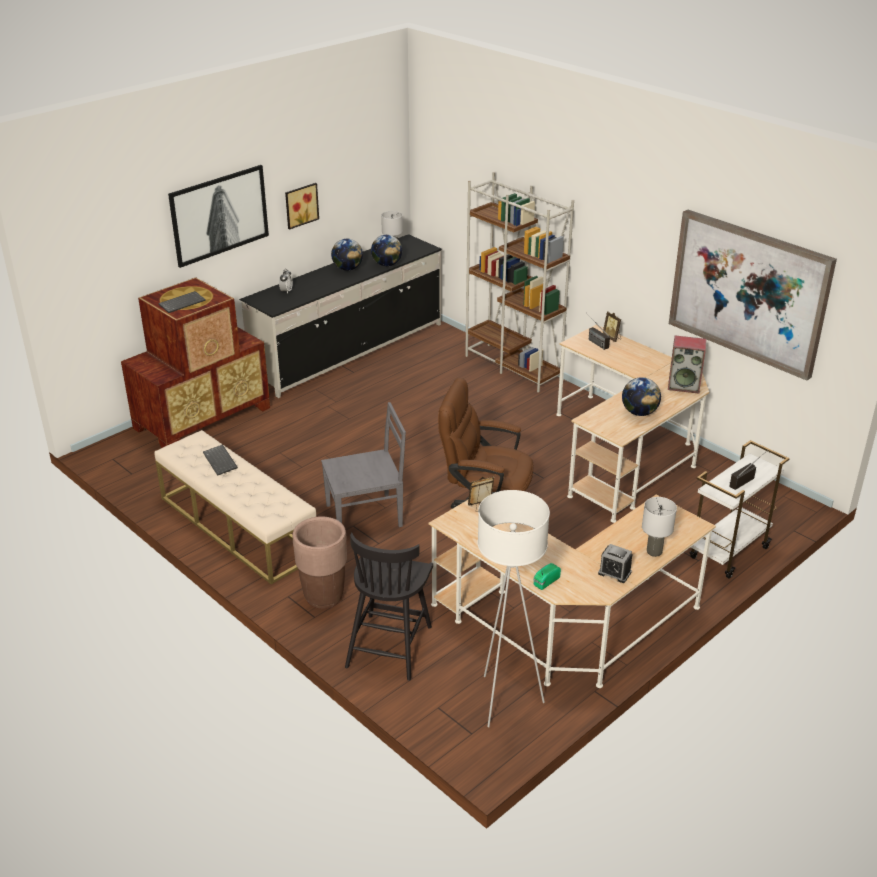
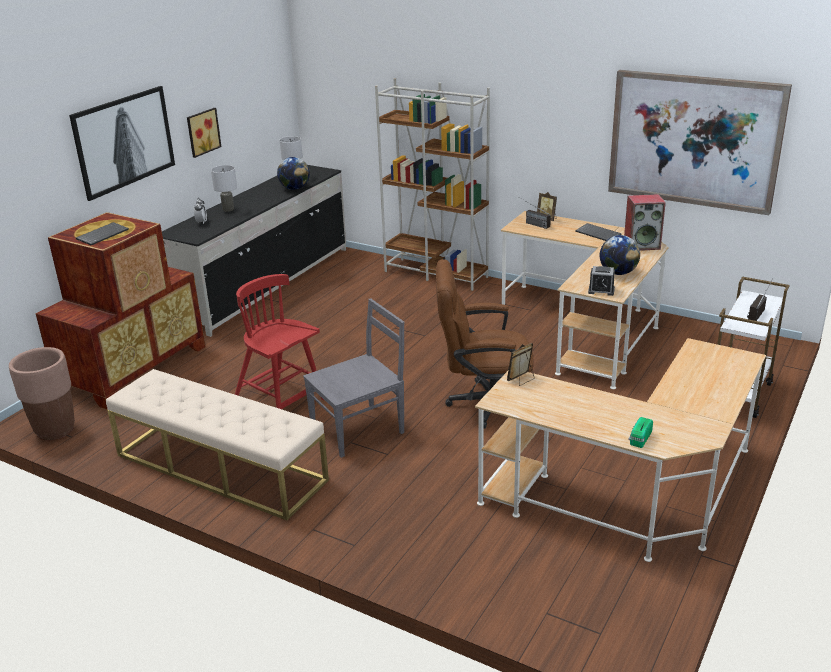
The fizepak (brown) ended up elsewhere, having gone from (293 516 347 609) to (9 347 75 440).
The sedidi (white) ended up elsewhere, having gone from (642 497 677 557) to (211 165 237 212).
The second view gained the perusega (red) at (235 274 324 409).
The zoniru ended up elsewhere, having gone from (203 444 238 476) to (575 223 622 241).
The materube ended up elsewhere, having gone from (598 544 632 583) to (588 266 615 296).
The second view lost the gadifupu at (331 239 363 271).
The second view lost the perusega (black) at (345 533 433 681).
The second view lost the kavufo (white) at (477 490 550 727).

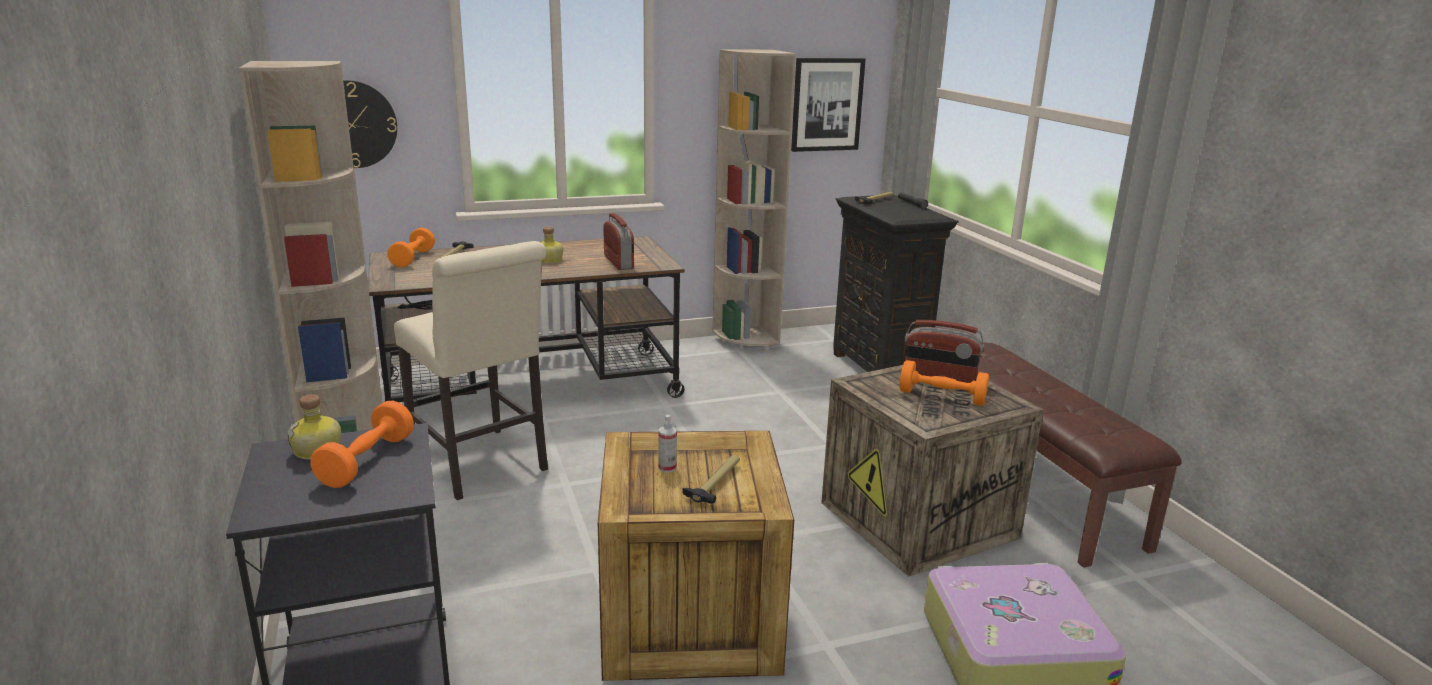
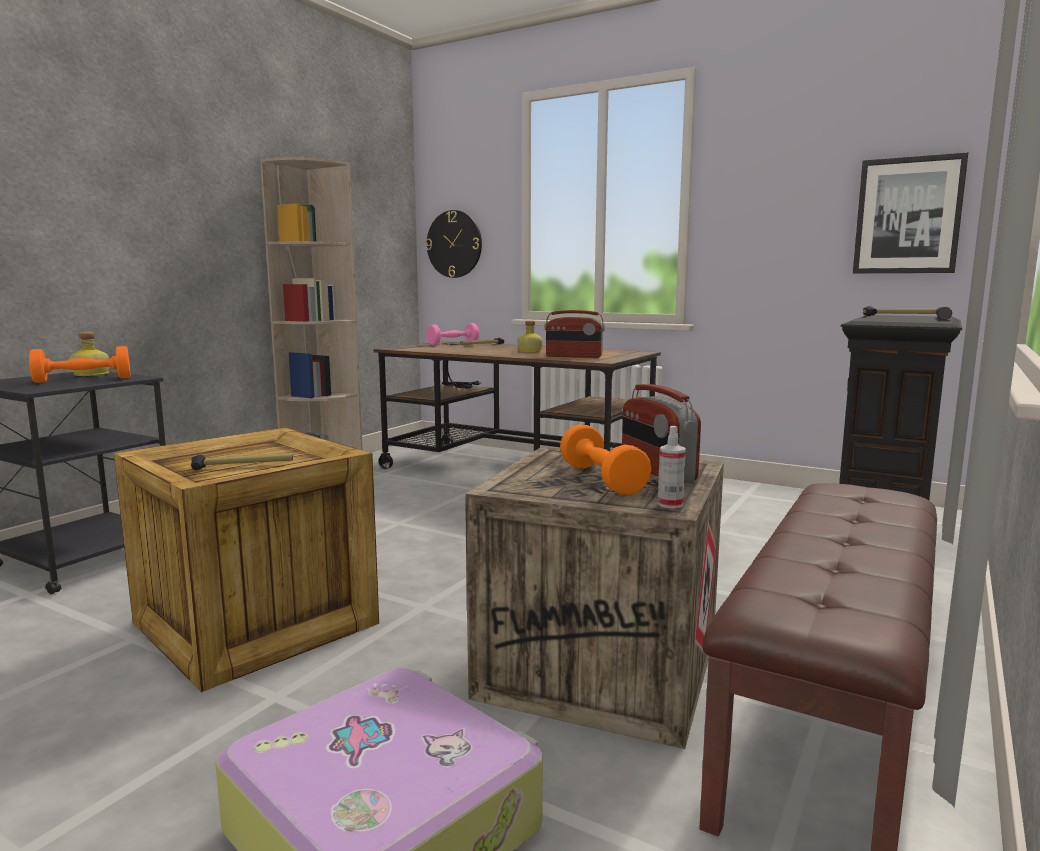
What was the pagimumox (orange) at (387 228 435 267) turned into the pagimumox (pink) at (426 323 479 345).
The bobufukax at (603 213 634 270) ended up facing another way, 75 degrees clockwise from before.
The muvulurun ended up elsewhere, having gone from (658 415 677 472) to (658 426 686 508).
The second view lost the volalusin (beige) at (394 241 548 500).
The second view lost the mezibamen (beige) at (713 49 796 350).

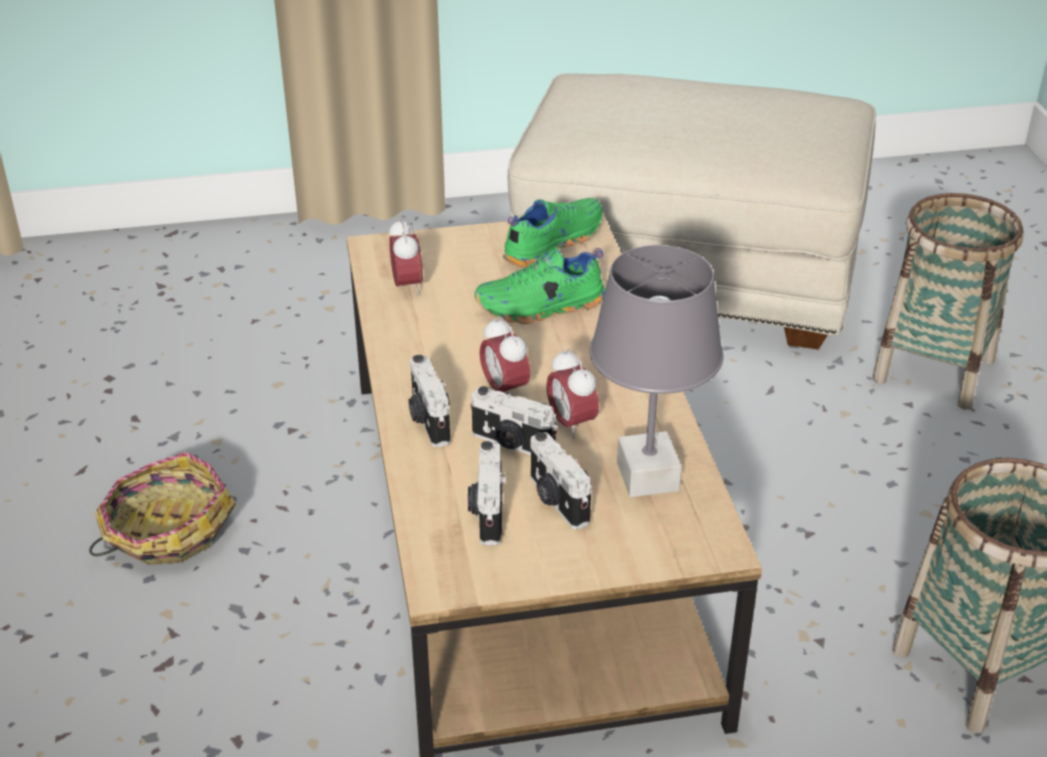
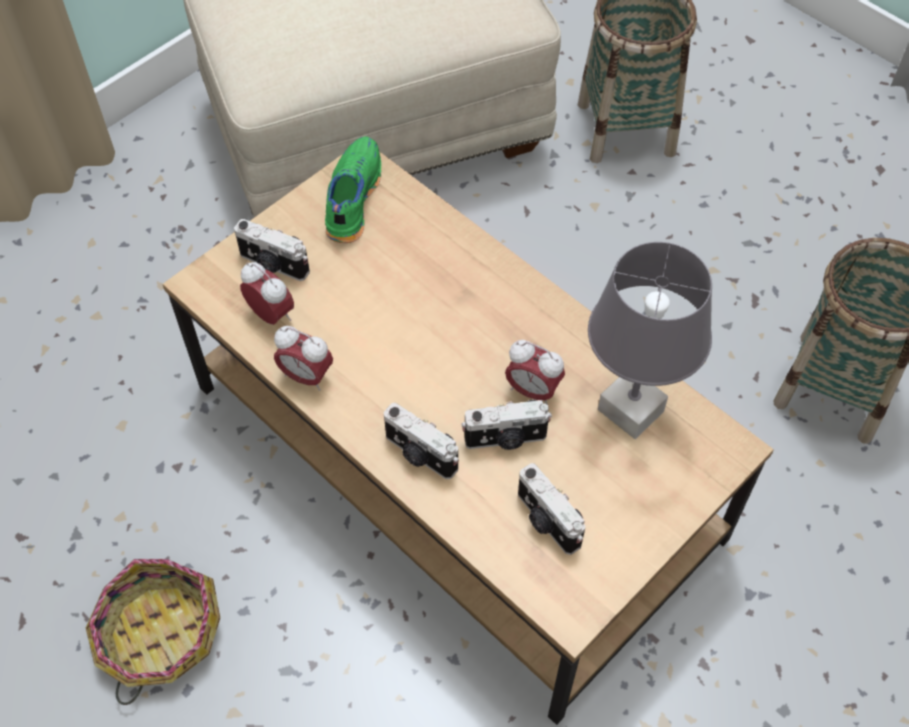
The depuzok ended up elsewhere, having gone from (530 432 591 529) to (234 219 310 281).
The materube ended up elsewhere, having gone from (480 316 530 394) to (274 326 333 391).
The second view lost the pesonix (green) at (475 248 605 324).

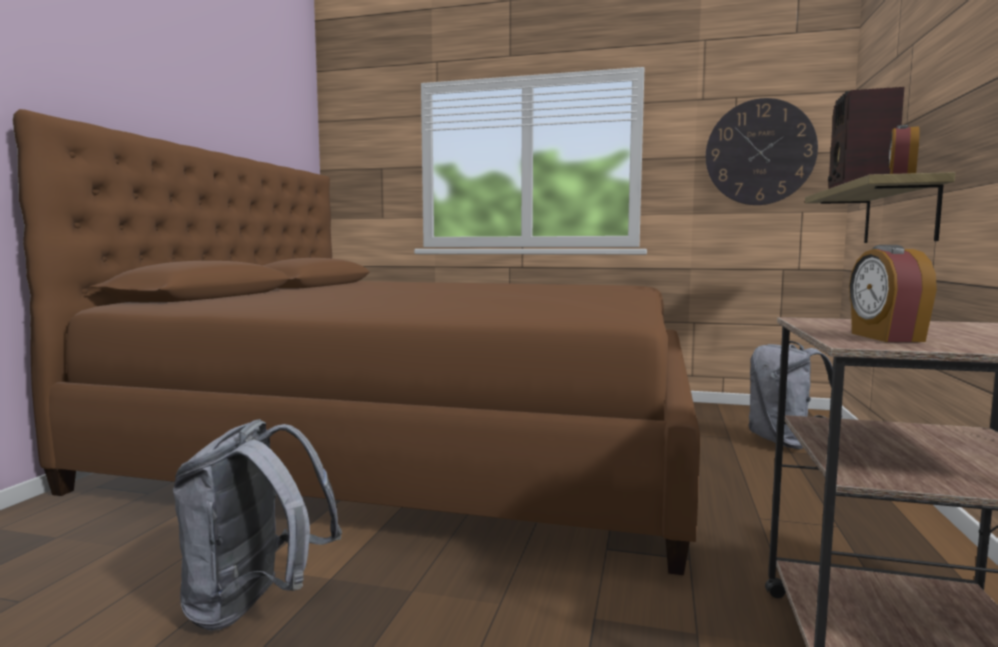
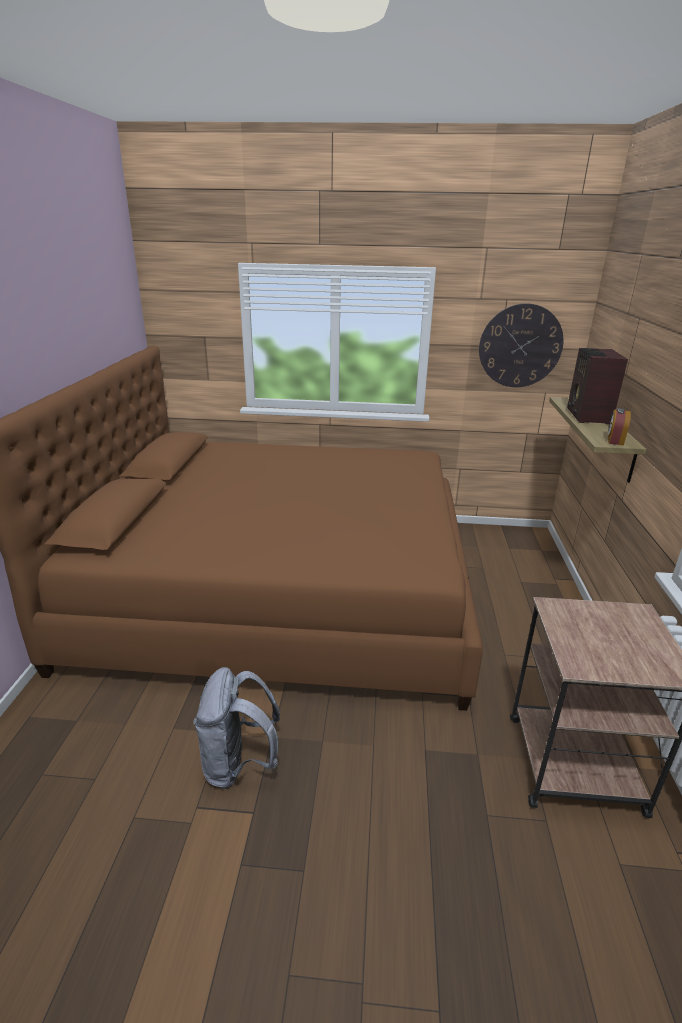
The second view lost the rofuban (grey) at (749 341 842 449).
The second view lost the materube at (849 245 937 342).

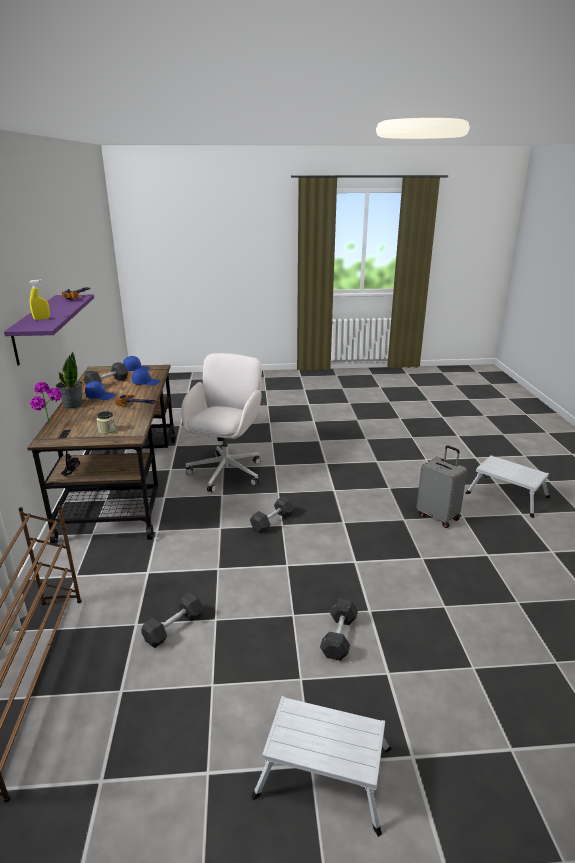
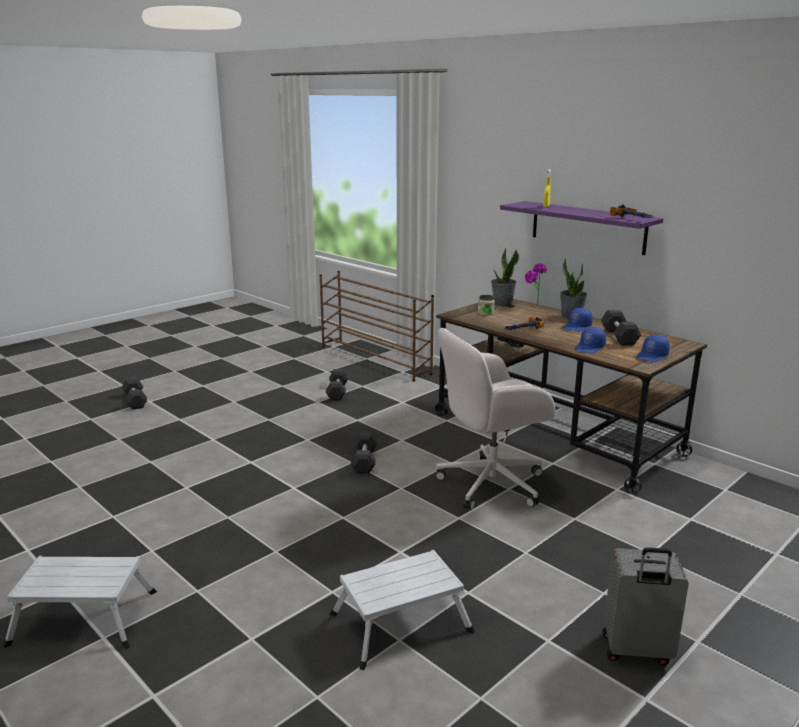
The pagimumox (grey) ended up elsewhere, having gone from (320 598 358 661) to (122 377 147 410).
The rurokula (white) ended up elsewhere, having gone from (251 696 392 837) to (330 550 475 670).
The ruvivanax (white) at (181 353 262 492) ended up facing another way, 90 degrees clockwise from before.
The second view gained the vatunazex at (491 248 519 306).
The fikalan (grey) ended up elsewhere, having gone from (416 445 467 528) to (602 547 689 665).

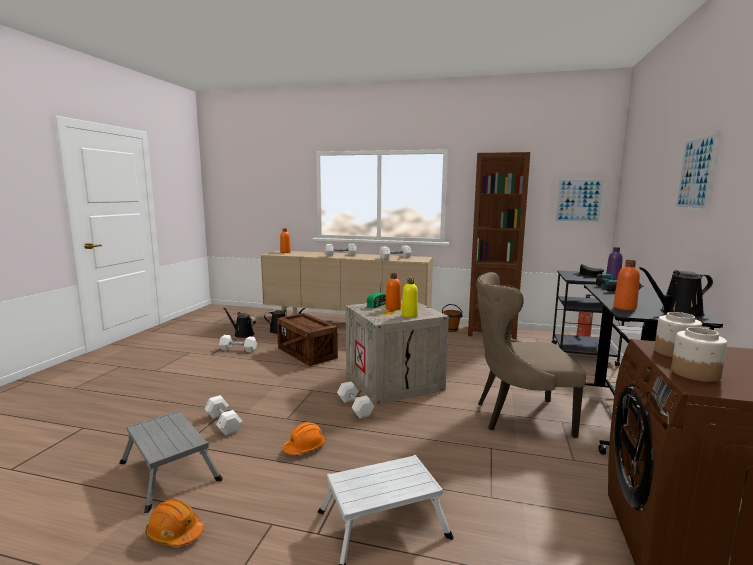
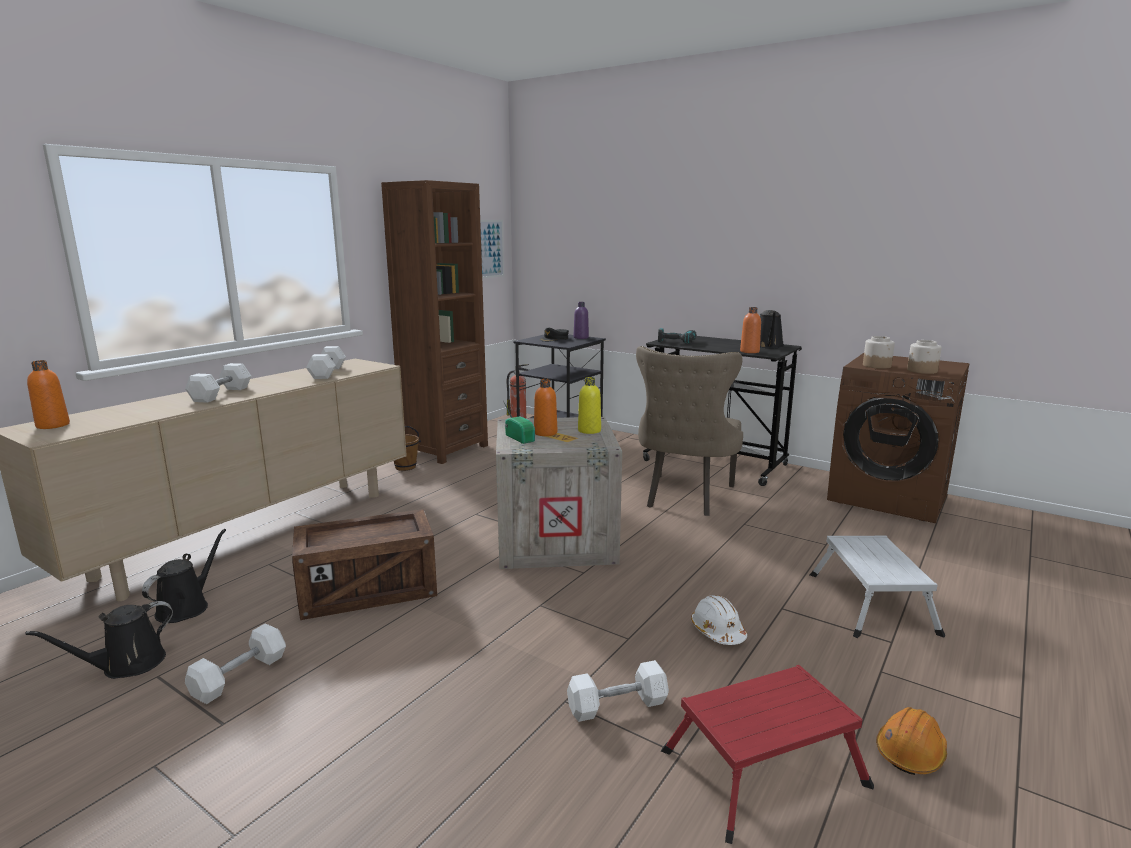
What was the rurokula (grey) at (119 411 223 513) turned into the rurokula (red) at (661 665 874 844).
What was the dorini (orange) at (283 422 326 455) turned into the dorini (white) at (691 595 747 645).
The second view lost the pagimumox (white) at (337 381 375 419).
The second view lost the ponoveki at (675 131 719 211).

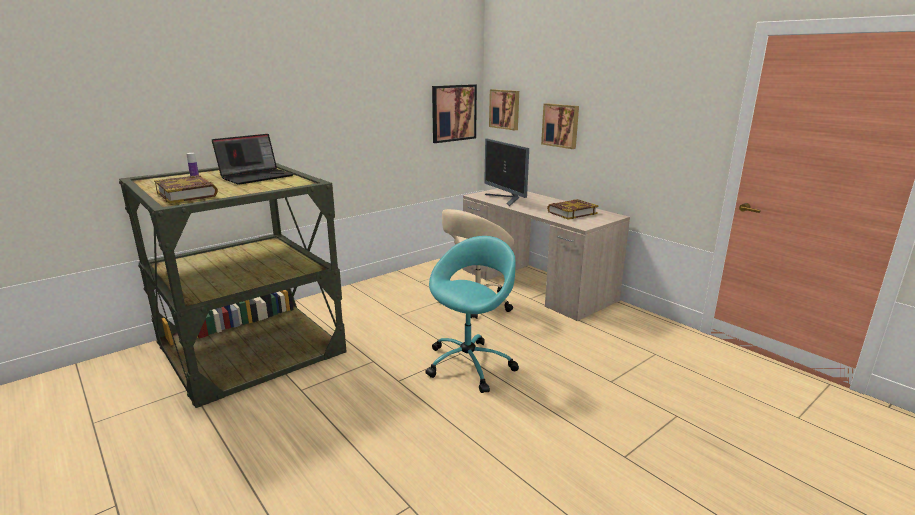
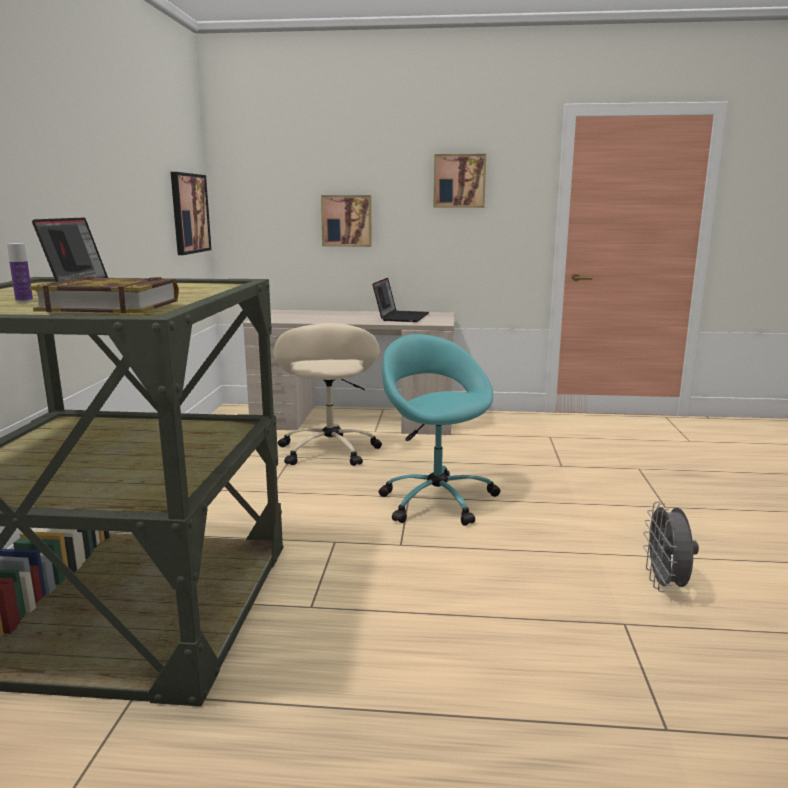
Where the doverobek stood at (547 199 599 219), the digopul came to stand at (372 278 429 322).
The ruvivanax (turquoise) at (425 236 519 393) ended up facing another way, 45 degrees counterclockwise from before.
The ponoveki ended up elsewhere, having gone from (489 89 519 131) to (434 154 486 208).
The second view gained the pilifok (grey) at (643 502 699 592).
The second view lost the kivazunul at (484 138 529 206).

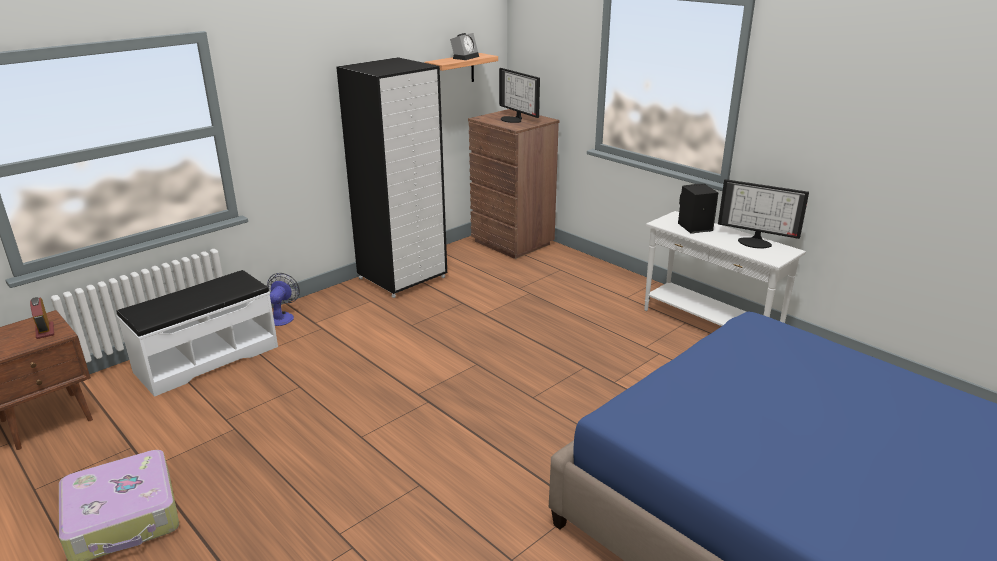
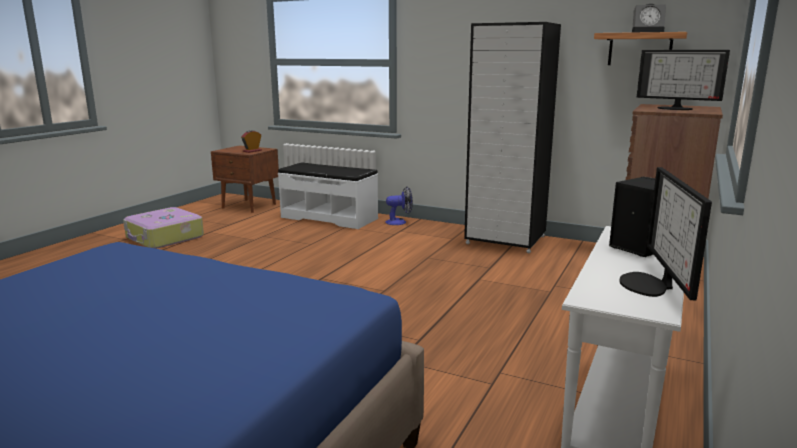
The kivazunul at (499 68 540 123) ended up facing another way, 90 degrees counterclockwise from before.

